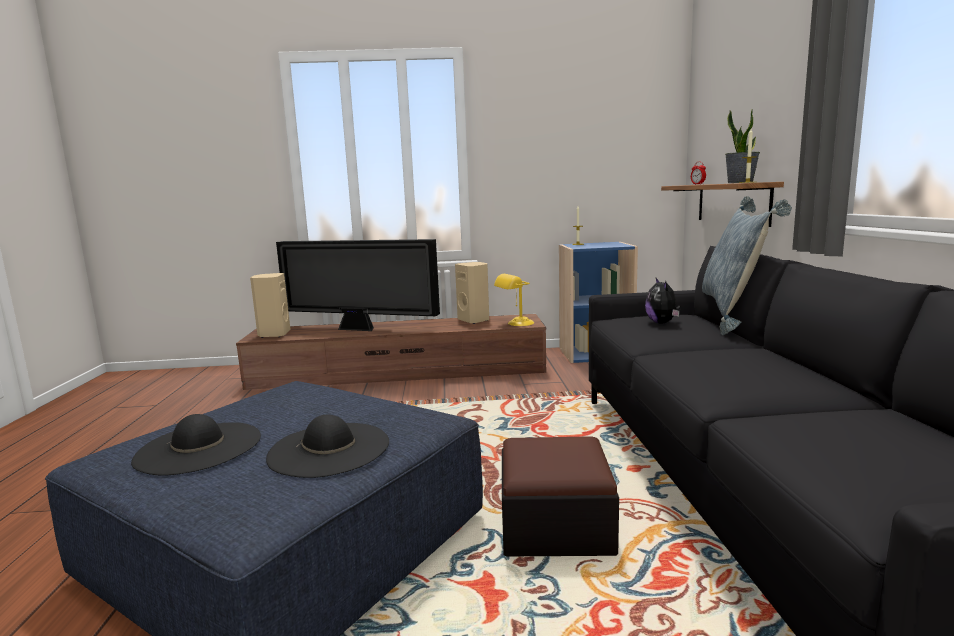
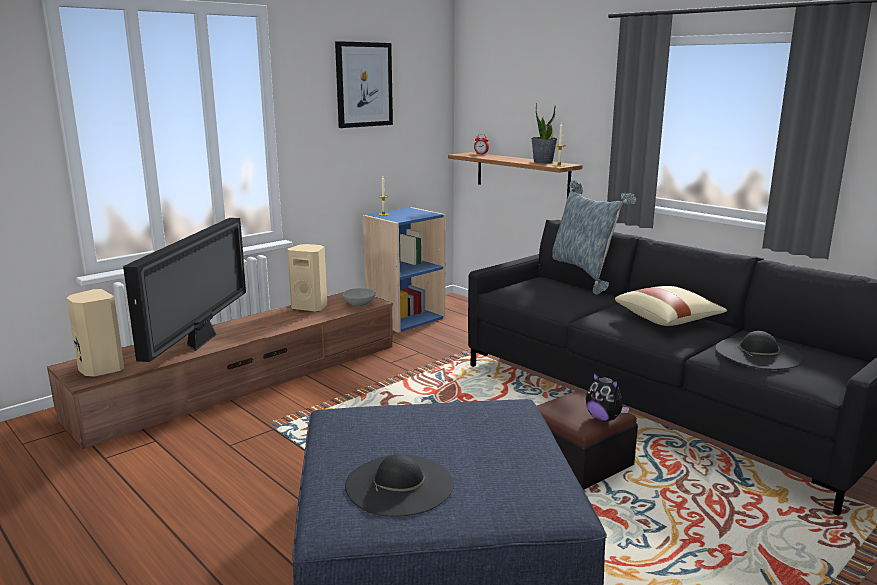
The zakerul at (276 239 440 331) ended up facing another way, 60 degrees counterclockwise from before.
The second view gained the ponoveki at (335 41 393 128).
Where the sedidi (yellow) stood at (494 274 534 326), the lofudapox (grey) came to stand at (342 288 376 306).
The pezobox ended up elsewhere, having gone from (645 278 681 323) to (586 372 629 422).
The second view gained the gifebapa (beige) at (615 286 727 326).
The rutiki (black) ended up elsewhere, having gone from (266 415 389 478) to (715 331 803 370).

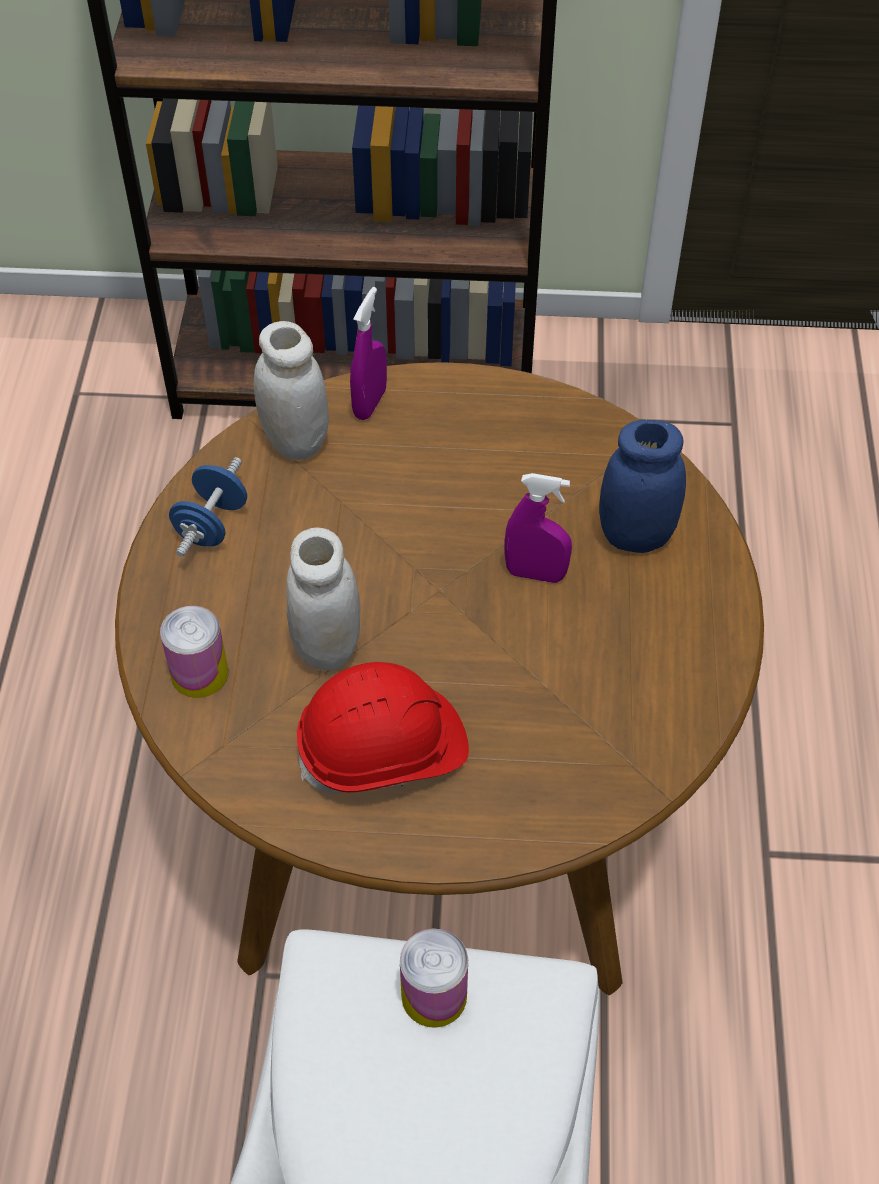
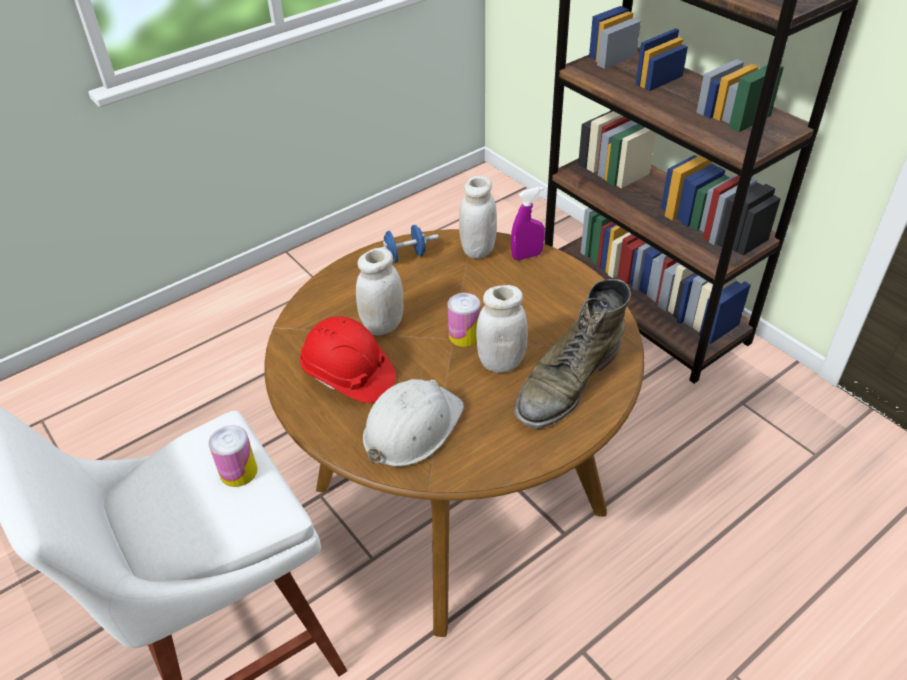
The second view gained the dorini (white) at (363 379 464 466).
The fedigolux ended up elsewhere, having gone from (160 606 228 698) to (448 293 481 347).
Where the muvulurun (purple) stood at (504 473 572 583), the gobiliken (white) came to stand at (476 285 528 373).
Where the gobiliken (blue) stood at (599 420 686 553), the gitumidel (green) came to stand at (514 279 631 429).

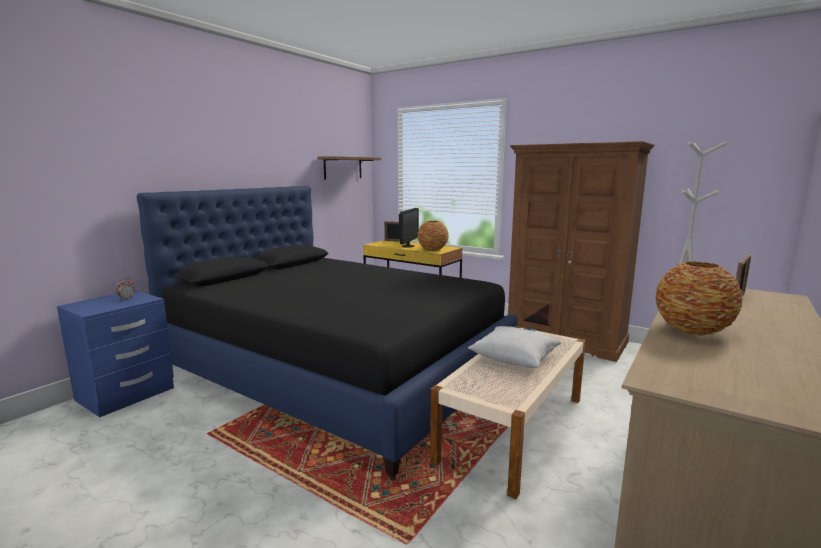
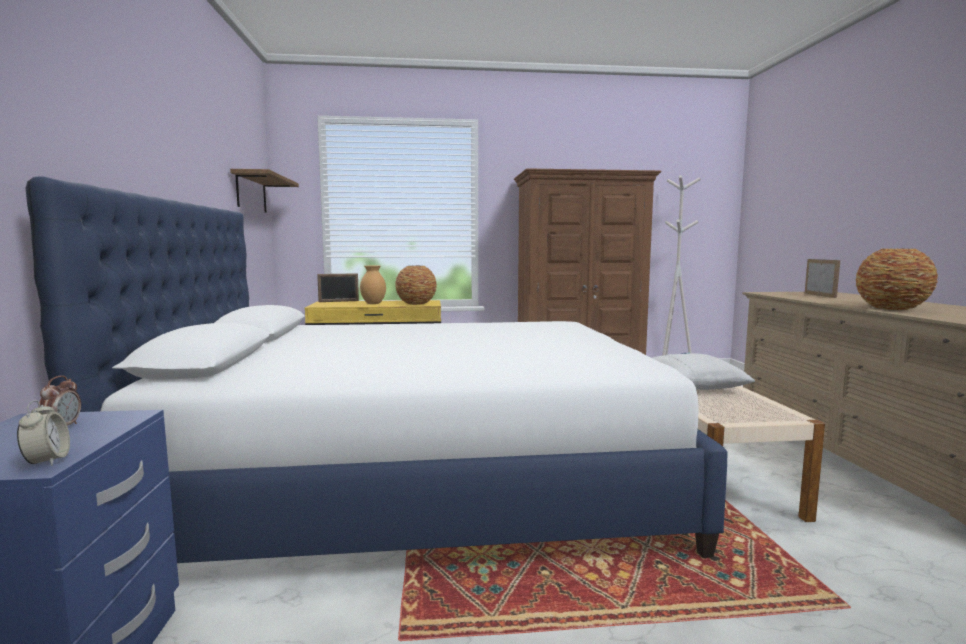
The second view gained the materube at (17 400 70 466).
What was the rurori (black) at (137 186 518 477) turned into the rurori (white) at (26 176 728 563).
Where the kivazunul stood at (399 208 419 248), the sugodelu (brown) came to stand at (360 266 386 304).

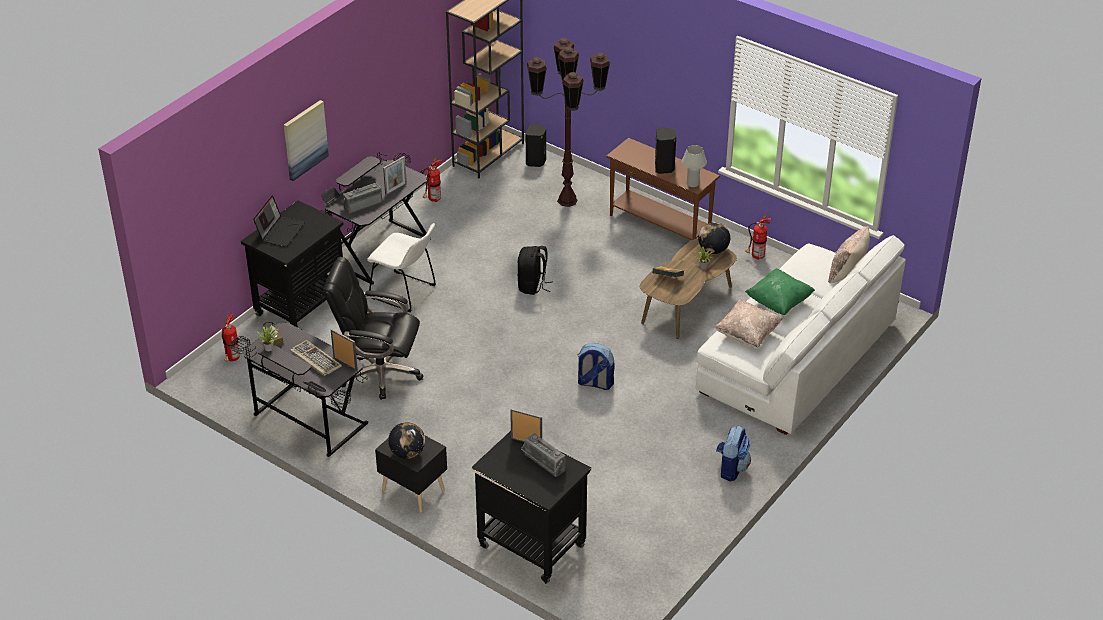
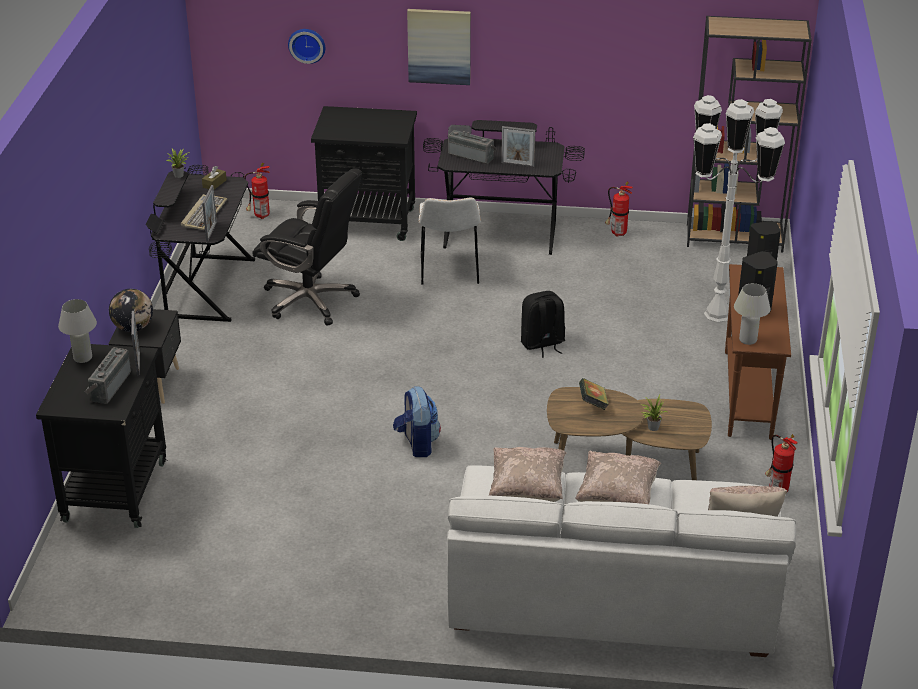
The second view gained the sedidi (white) at (58 299 97 363).
The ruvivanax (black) at (323 257 423 400) ended up facing another way, 135 degrees clockwise from before.
The second view gained the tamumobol at (288 29 325 64).
What was the gifebapa (green) at (745 268 815 315) turned into the gifebapa (beige) at (575 451 661 504).
What was the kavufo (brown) at (527 38 610 207) turned into the kavufo (white) at (693 95 785 323).
The second view lost the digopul at (253 195 305 247).
The second view lost the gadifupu at (698 222 730 254).
The second view lost the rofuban at (716 426 751 481).

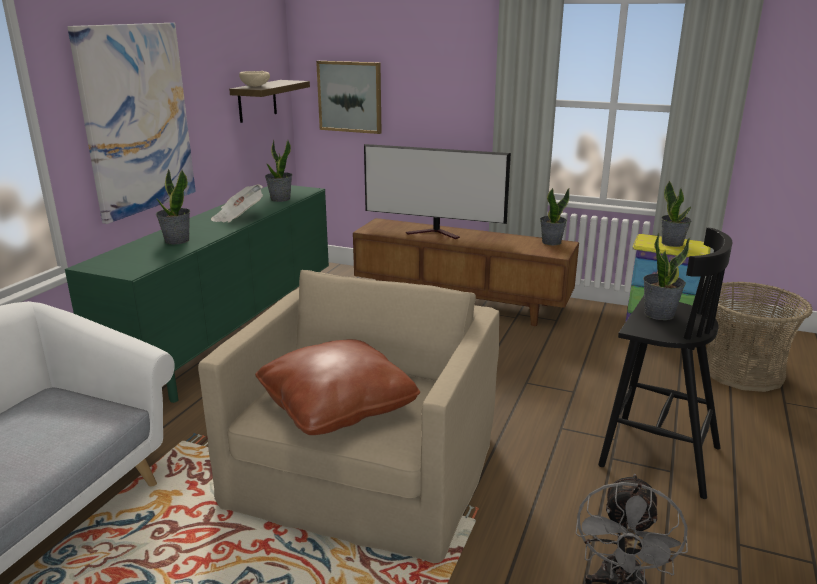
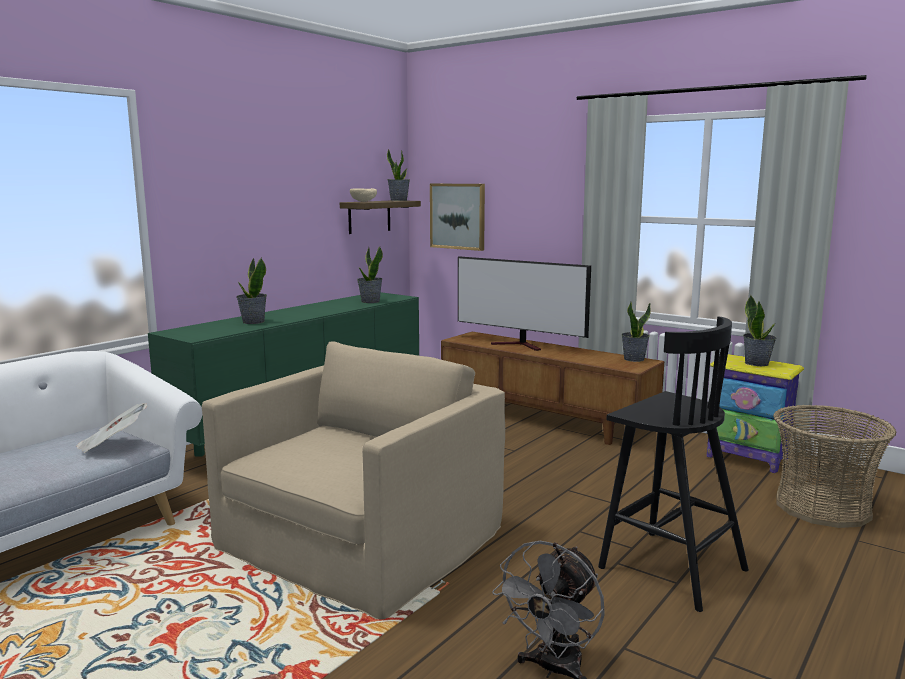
The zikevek ended up elsewhere, having gone from (211 185 263 222) to (77 403 147 453).
The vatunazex ended up elsewhere, having gone from (643 232 690 320) to (387 149 410 201).
The second view lost the ponoveki at (67 23 196 224).
The second view lost the gifebapa (brown) at (255 339 420 435).

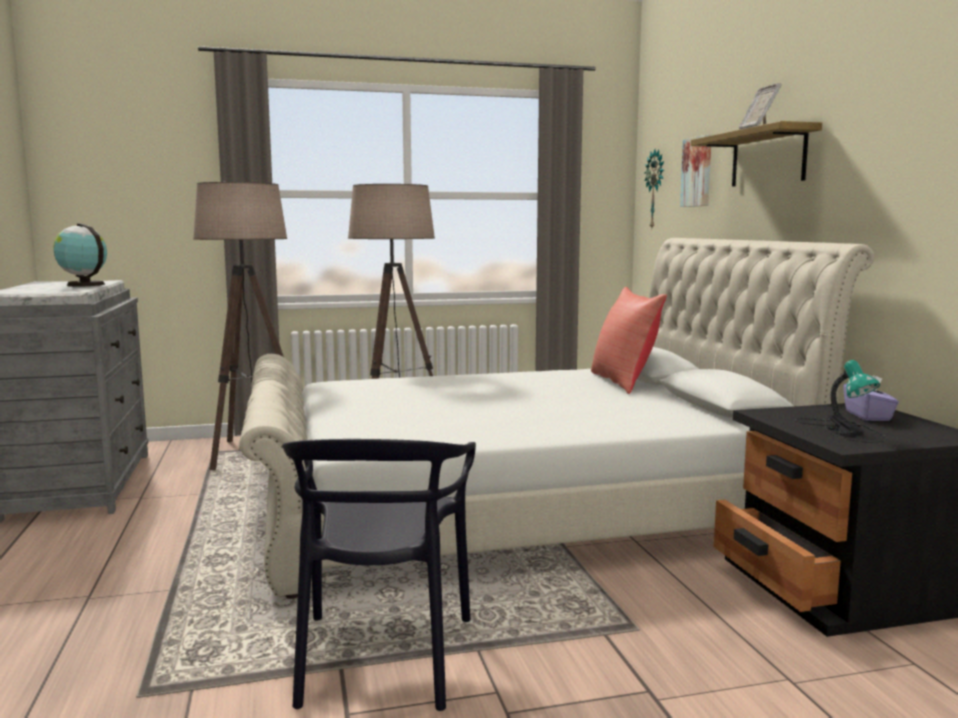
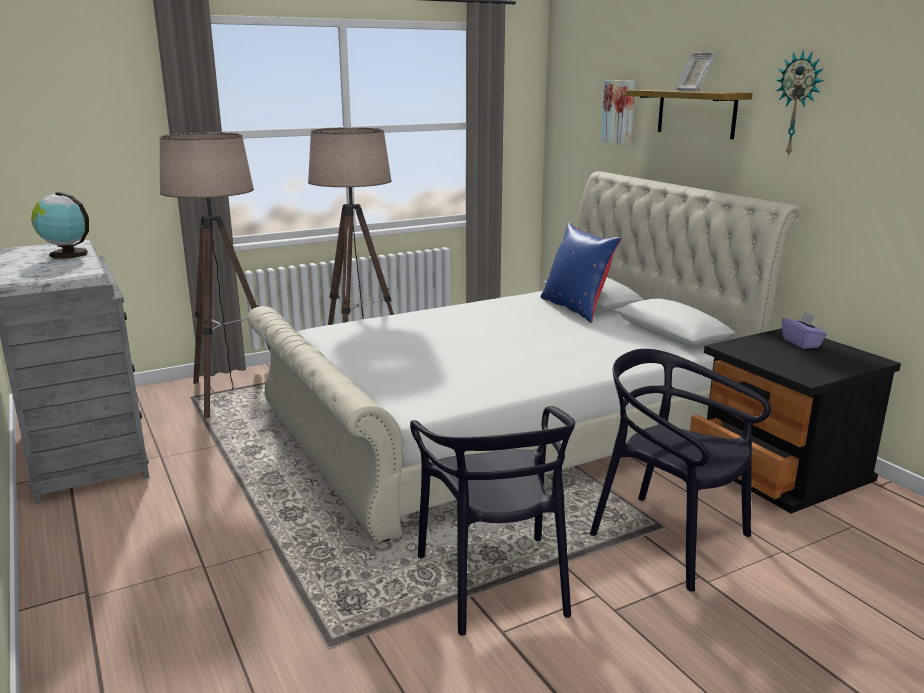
What was the gifebapa (red) at (591 287 667 394) turned into the gifebapa (blue) at (541 222 622 323).
The second view gained the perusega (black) at (590 349 771 592).
The tamumobol ended up elsewhere, having gone from (645 149 664 228) to (776 49 823 157).
The second view lost the sedidi at (795 360 888 443).

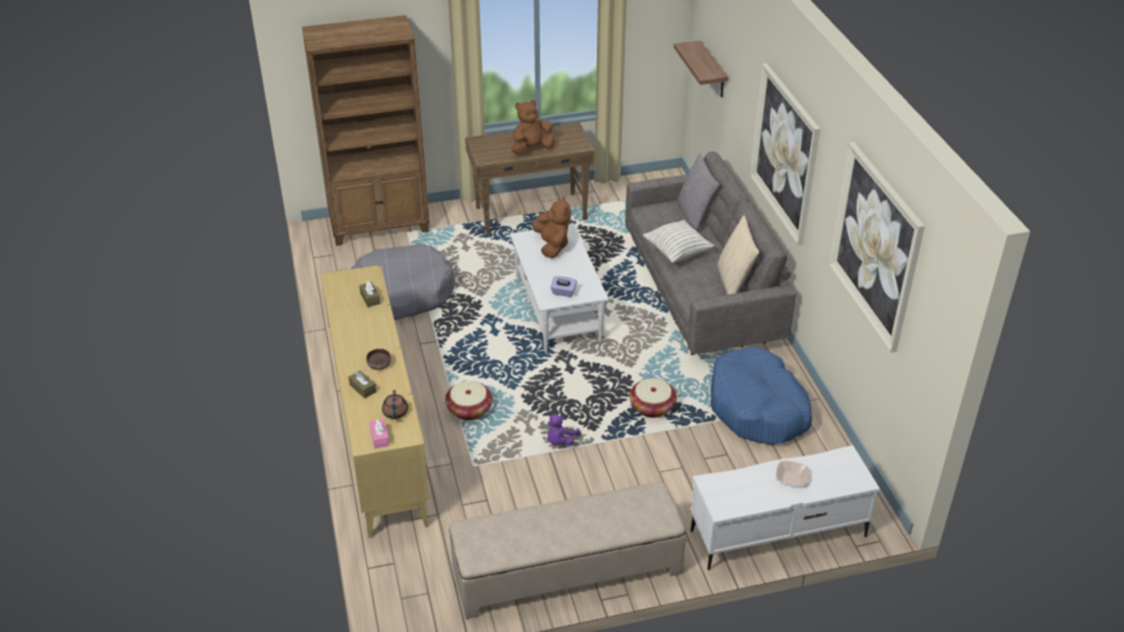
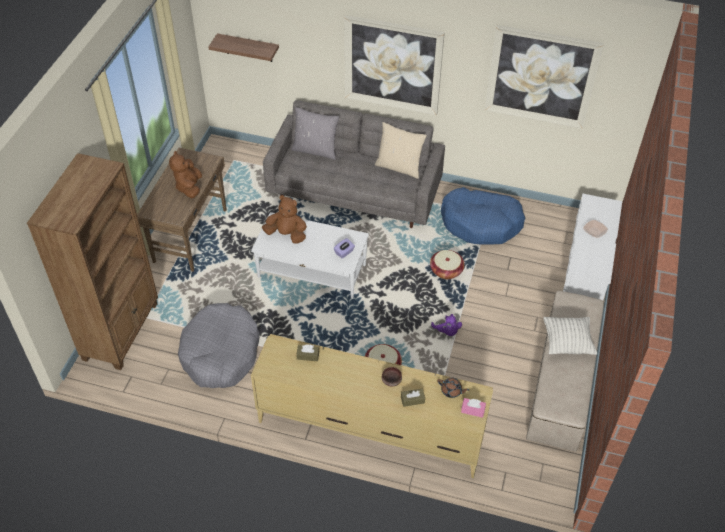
The gifebapa ended up elsewhere, having gone from (643 220 714 263) to (543 317 597 355).

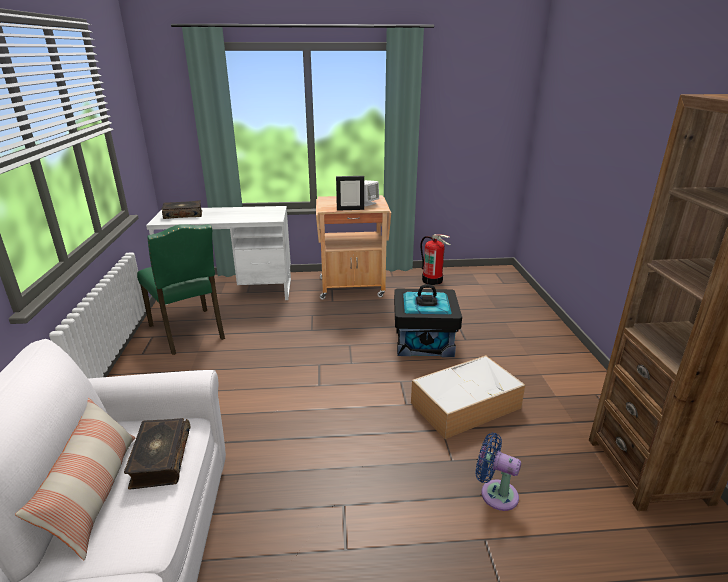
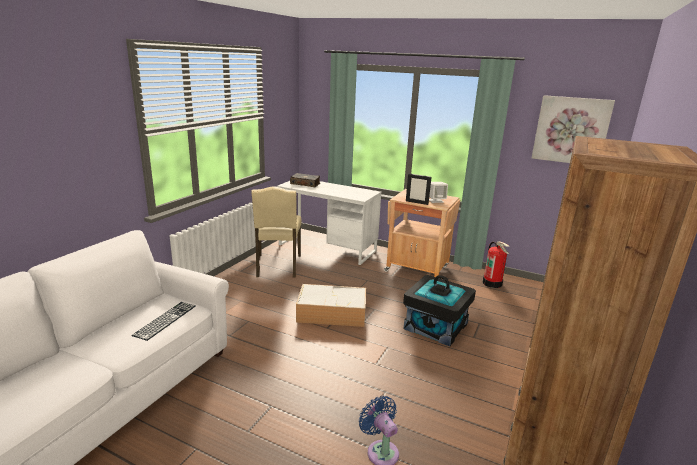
Where the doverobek stood at (124 418 190 489), the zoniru came to stand at (131 302 196 341).
What was the perusega (green) at (137 224 225 355) turned into the perusega (beige) at (251 187 302 278).
The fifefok ended up elsewhere, having gone from (411 355 525 439) to (296 284 366 327).
The second view gained the ponoveki at (532 95 615 163).
The second view lost the gifebapa at (15 398 135 560).

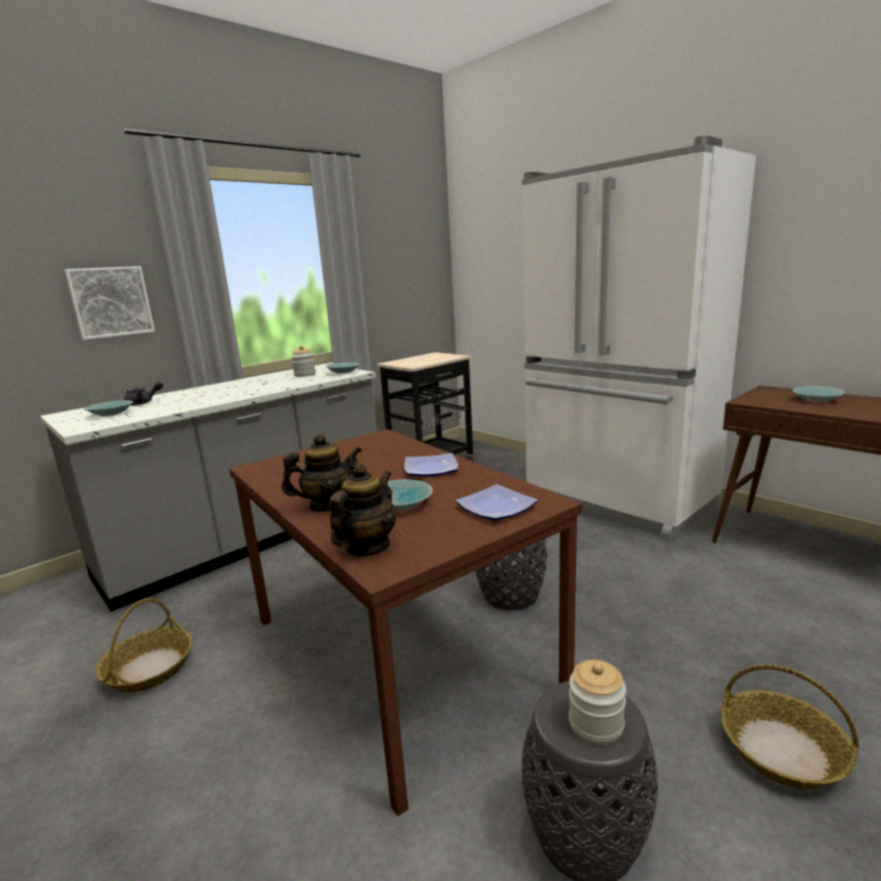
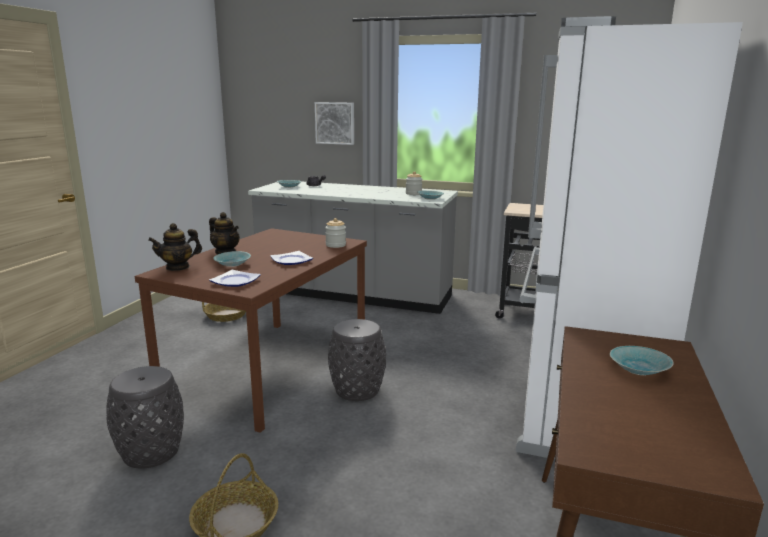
The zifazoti at (329 463 396 556) ended up facing another way, 150 degrees clockwise from before.
The gobiliken ended up elsewhere, having gone from (569 660 626 745) to (325 218 346 248).

